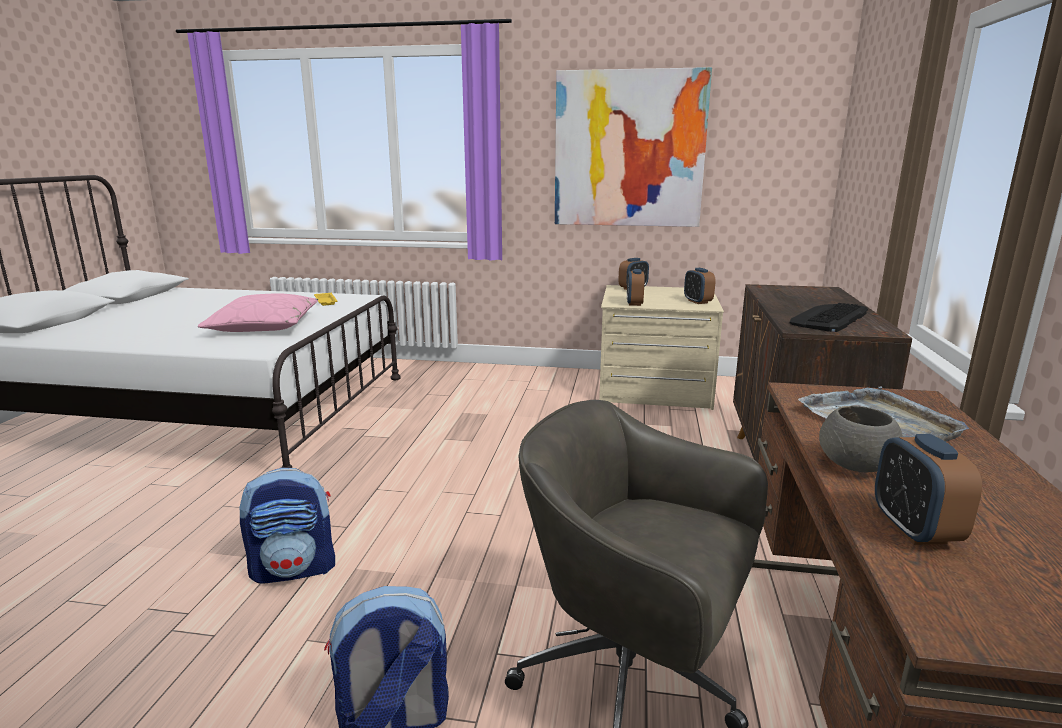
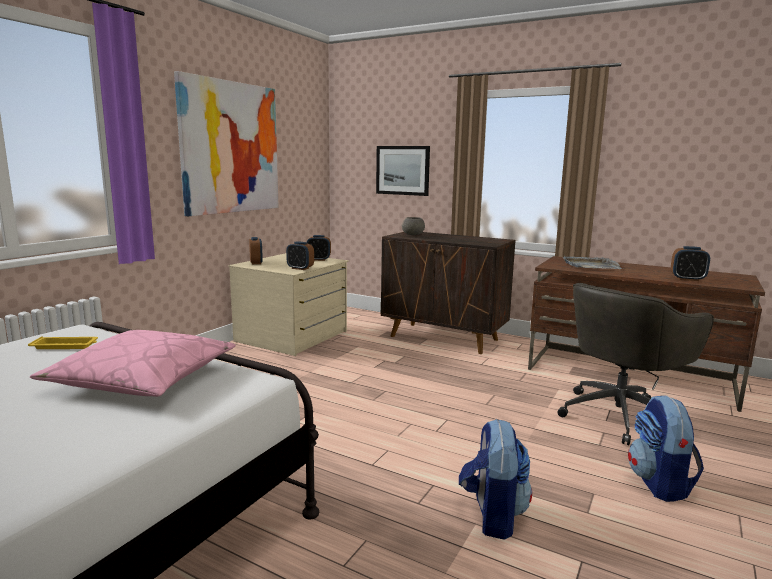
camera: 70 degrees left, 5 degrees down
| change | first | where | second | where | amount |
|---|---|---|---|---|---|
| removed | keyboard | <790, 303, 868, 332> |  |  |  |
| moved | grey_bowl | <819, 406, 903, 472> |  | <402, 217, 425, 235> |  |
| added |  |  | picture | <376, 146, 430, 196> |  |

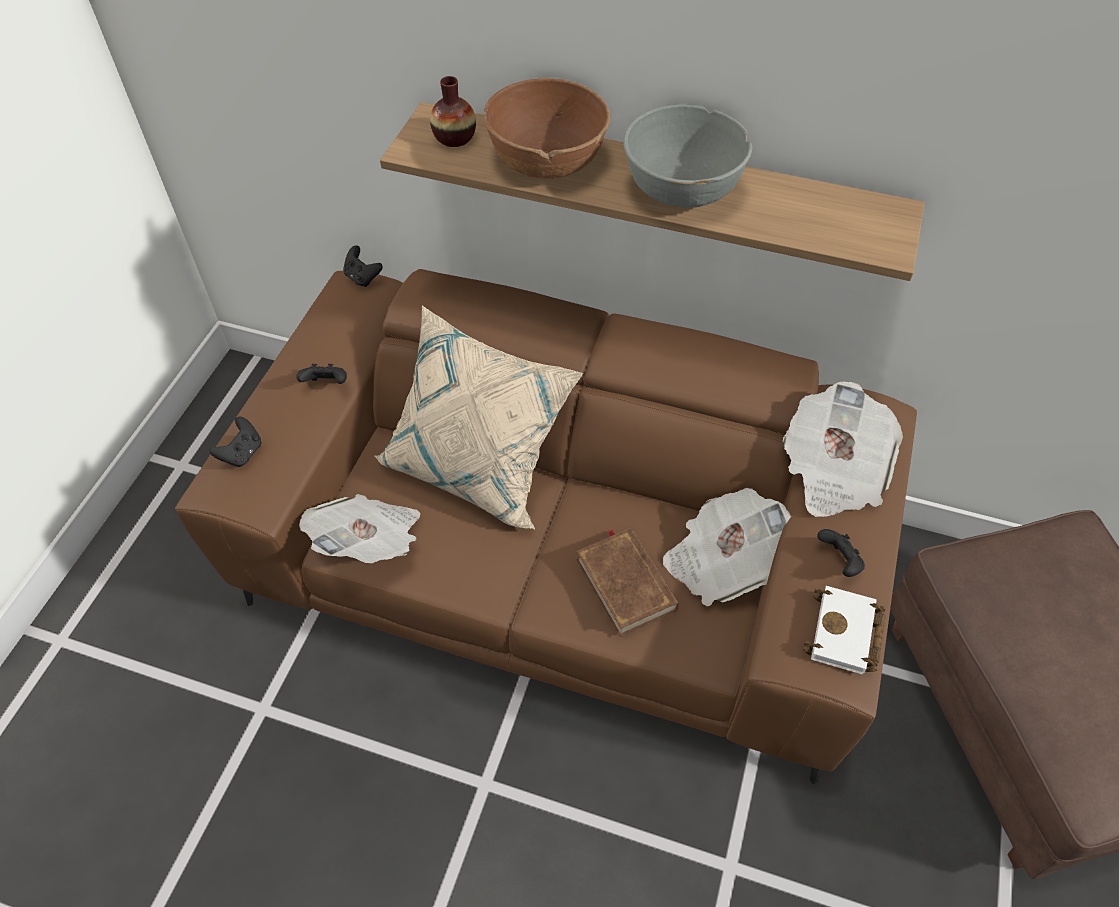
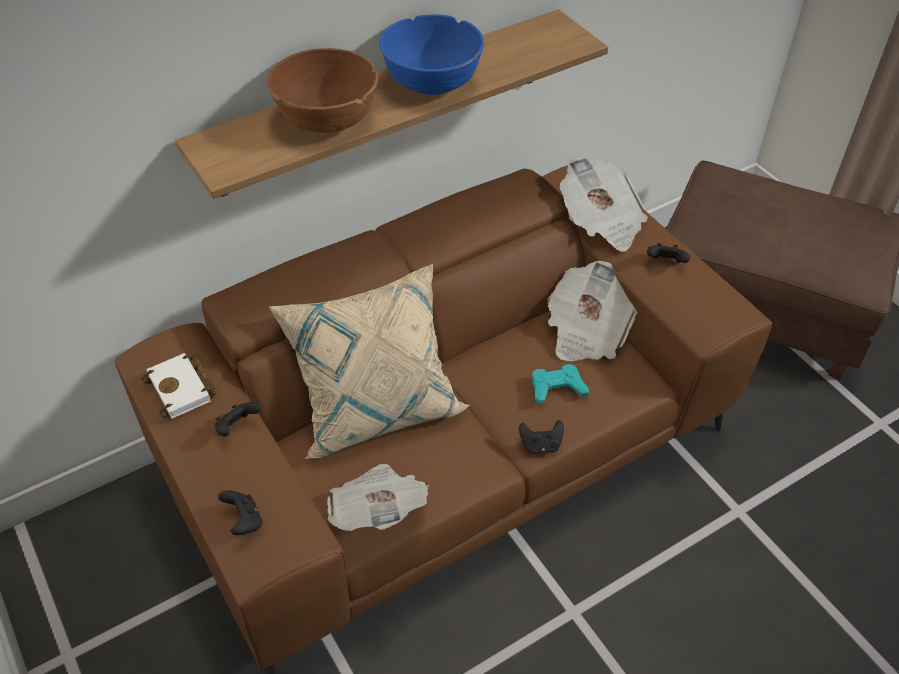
camera: 50 degrees left, 5 degrees down
| change | first | where | second | where | amount |
|---|---|---|---|---|---|
| removed | vase | <430, 76, 476, 147> |  |  |  |
| recoloured | grey_bowl | <623, 105, 752, 208> | blue_bowl | <379, 14, 484, 95> |  |
| moved | black_game_controller | <343, 245, 383, 287> |  | <519, 420, 564, 454> |  |
| replaced | brown_book | <576, 528, 679, 637> | turquoise_game_controller | <532, 364, 589, 404> |  |
| moved | white_book | <803, 586, 885, 675> |  | <141, 353, 217, 419> |  |

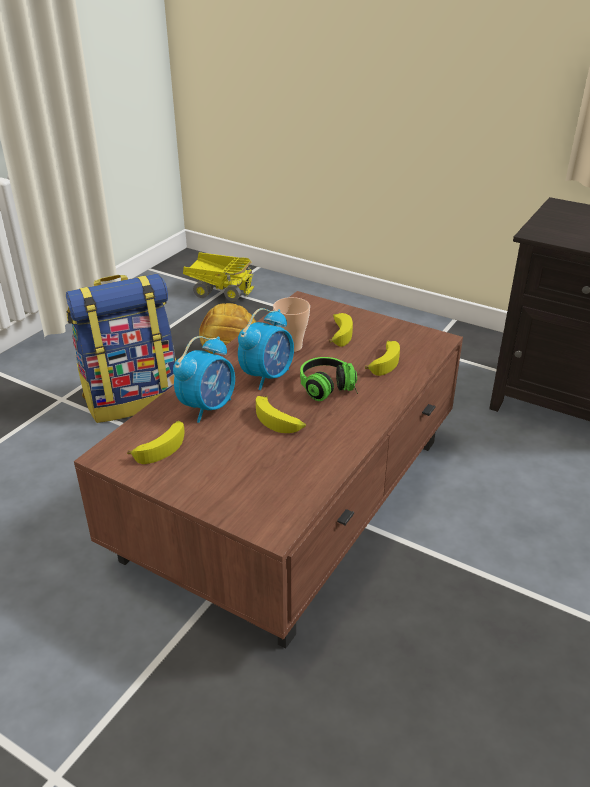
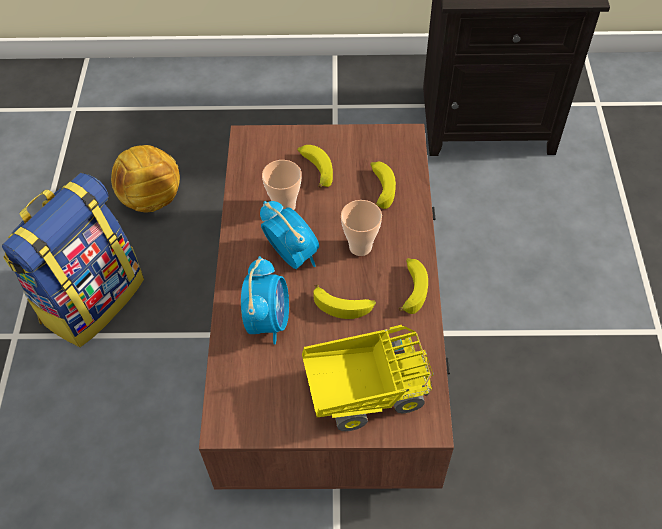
camera: 30 degrees left, 20 degrees up
| change | first | where | second | where | amount |
|---|---|---|---|---|---|
| moved | toy_truck | <183, 252, 254, 302> |  | <302, 325, 434, 432> |  |
| turned | alarm_clock | <238, 308, 294, 390> |  | <260, 201, 319, 269> | 45 degrees counterclockwise |
| replaced | headphones | <300, 357, 358, 401> | cup | <341, 200, 382, 256> |  |
| moved | banana | <127, 421, 185, 464> |  | <399, 258, 428, 314> |  |

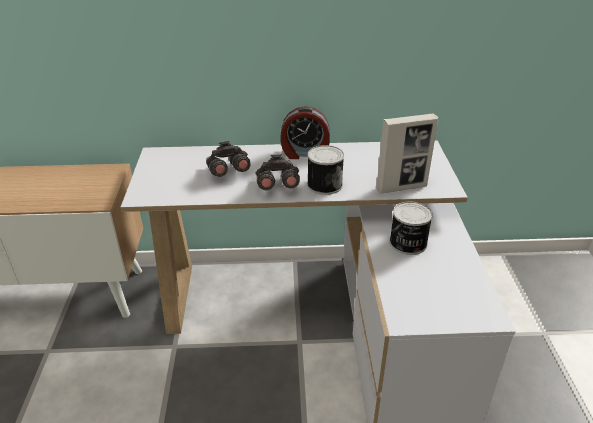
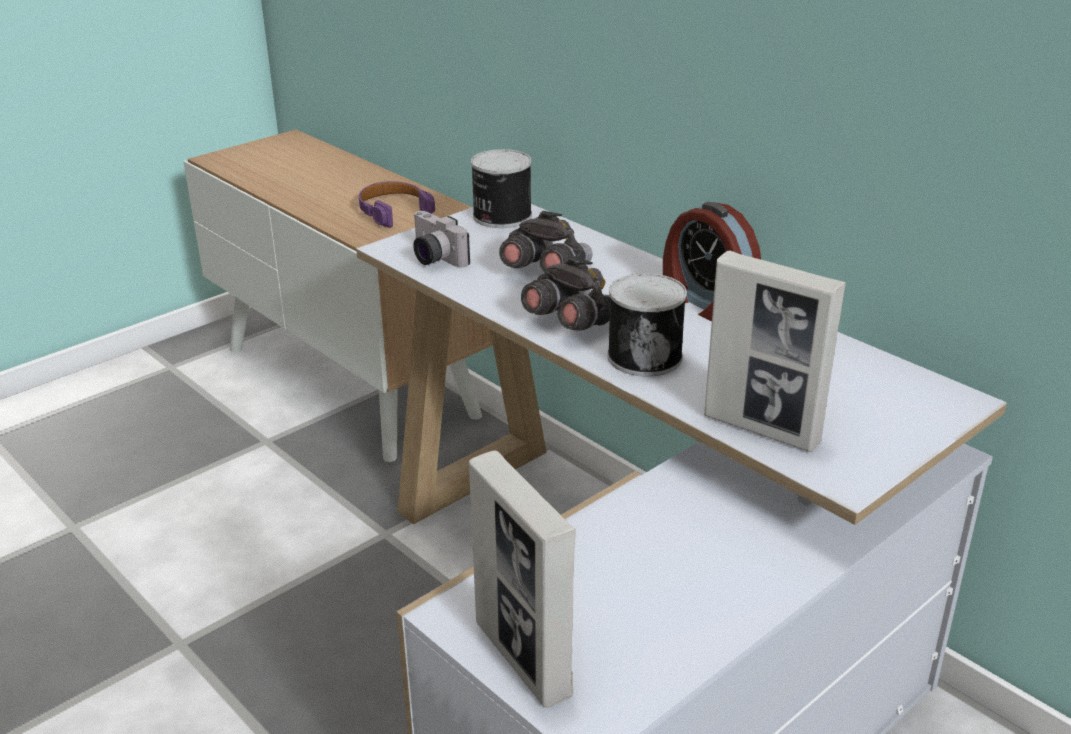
camera: 50 degrees right, 5 degrees down
| change | first | where | second | where | amount |
|---|---|---|---|---|---|
| moved | can | <390, 202, 433, 255> |  | <471, 149, 532, 228> |  |
| added |  |  | purple_headphones | <359, 181, 435, 228> |  |
| added |  |  | photo_camera | <413, 211, 470, 268> |  |
| added |  |  | picture_frame | <469, 450, 576, 708> |  |

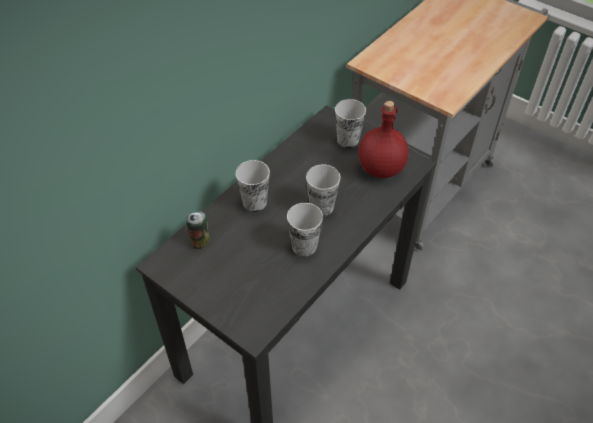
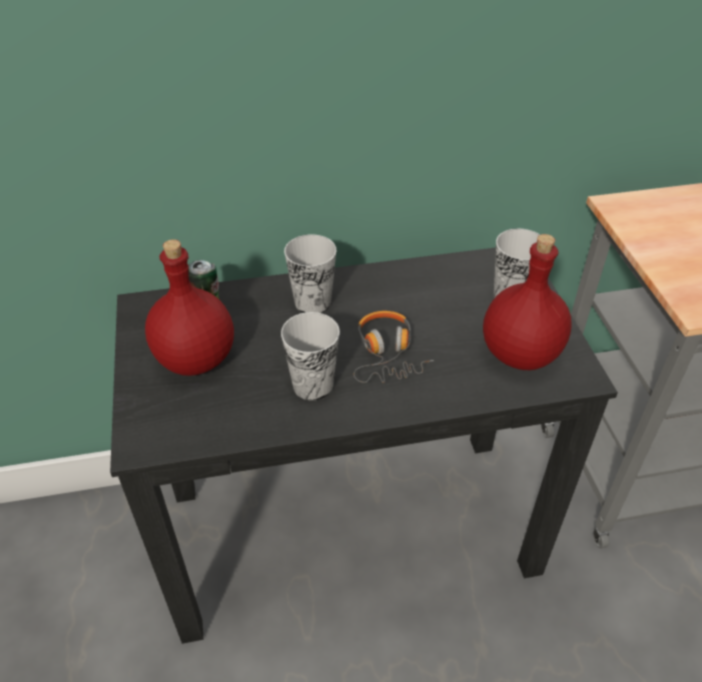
camera: 40 degrees right, 5 degrees down
| change | first | where | second | where | amount |
|---|---|---|---|---|---|
| replaced | cup | <306, 165, 340, 216> | headphones | <353, 311, 434, 383> |  |
| added |  |  | red_bottle | <145, 239, 234, 376> |  |

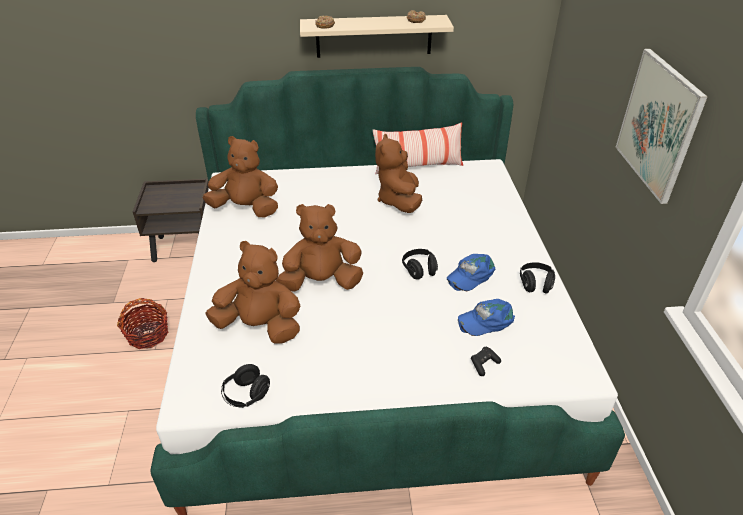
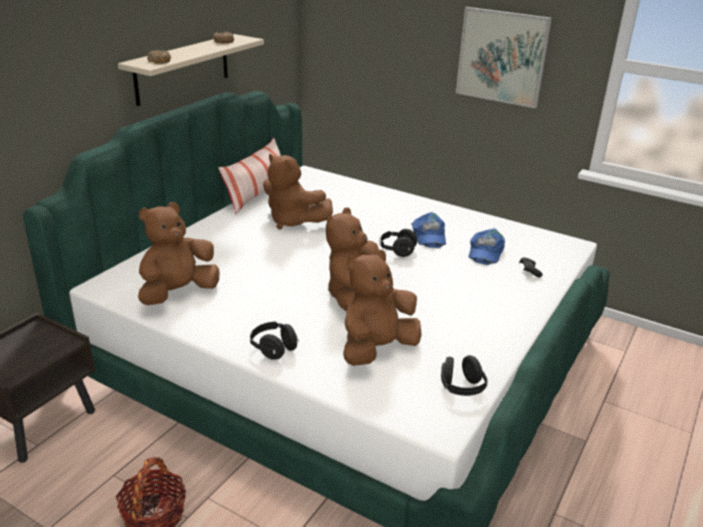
camera: 55 degrees left, 10 degrees down
| change | first | where | second | where | amount |
|---|---|---|---|---|---|
| moved | black_headphones | <520, 262, 555, 293> |  | <250, 322, 299, 360> |  |

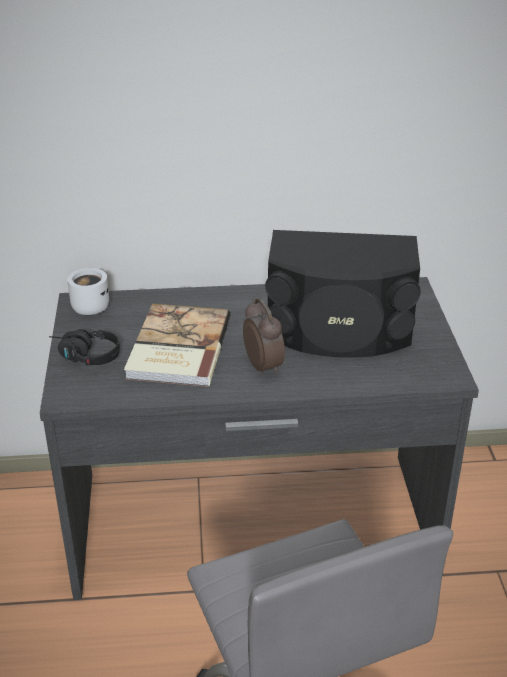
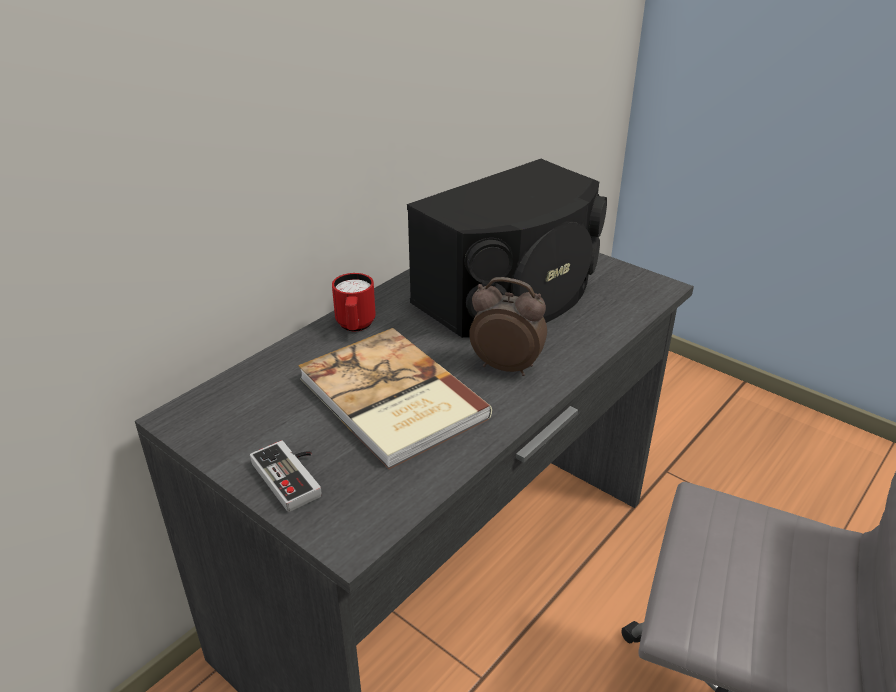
camera: 45 degrees left, 0 degrees up
| change | first | where | second | where | amount |
|---|---|---|---|---|---|
| removed | white_mug | <67, 268, 109, 315> |  |  |  |
| replaced | black_headphones | <49, 329, 120, 366> | game_controller | <250, 440, 322, 512> |  |
| added |  |  | red_mug | <332, 273, 376, 331> |  |

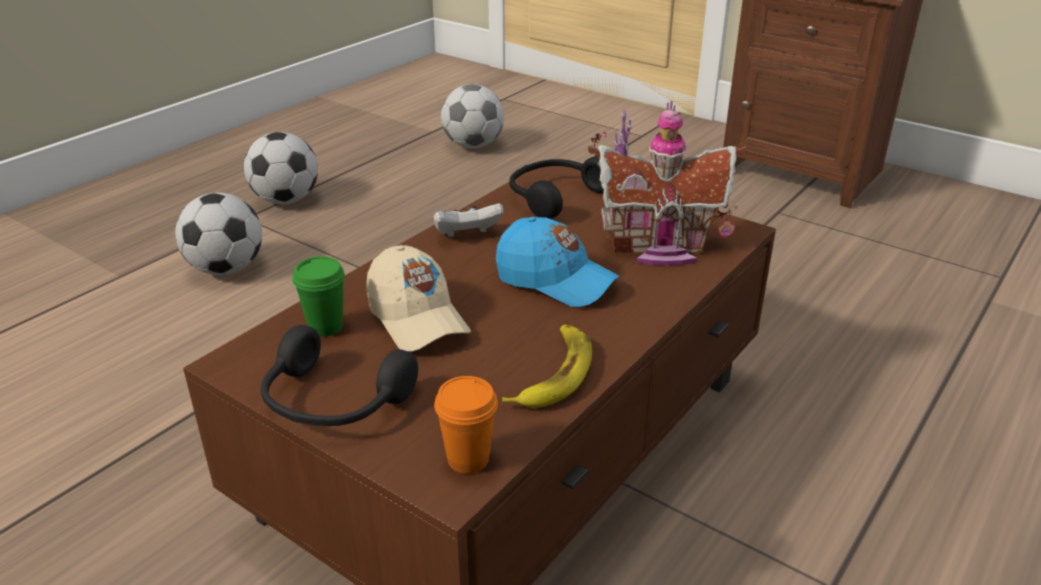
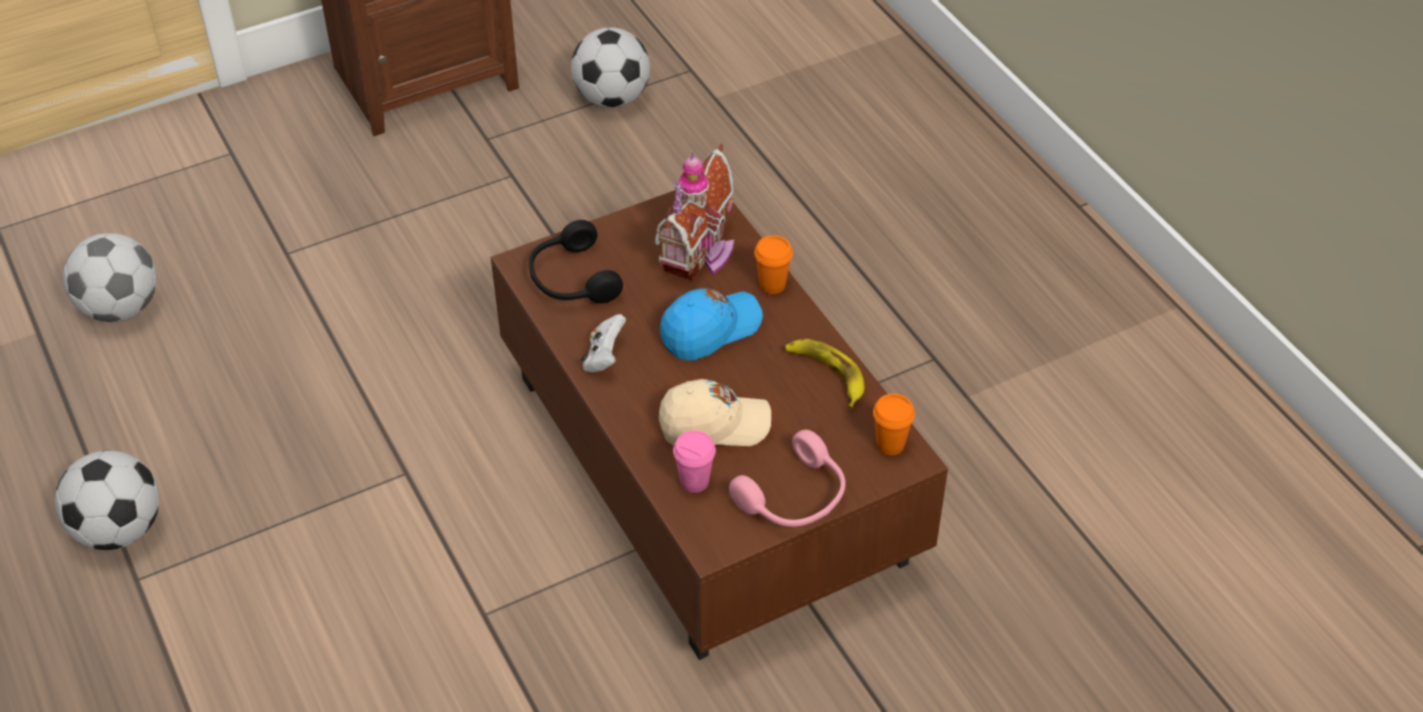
camera: 65 degrees left, 15 degrees up
| change | first | where | second | where | amount |
|---|---|---|---|---|---|
| moved | football | <175, 193, 262, 275> |  | <571, 27, 650, 107> |  |
| recoloured | green_cup | <292, 256, 345, 337> | pink_cup | <673, 430, 716, 493> |  |
| recoloured | black_headphones | <261, 325, 418, 426> | pink_headphones | <729, 430, 846, 527> |  |
| added |  |  | orange_cup | <754, 235, 793, 294> |  |

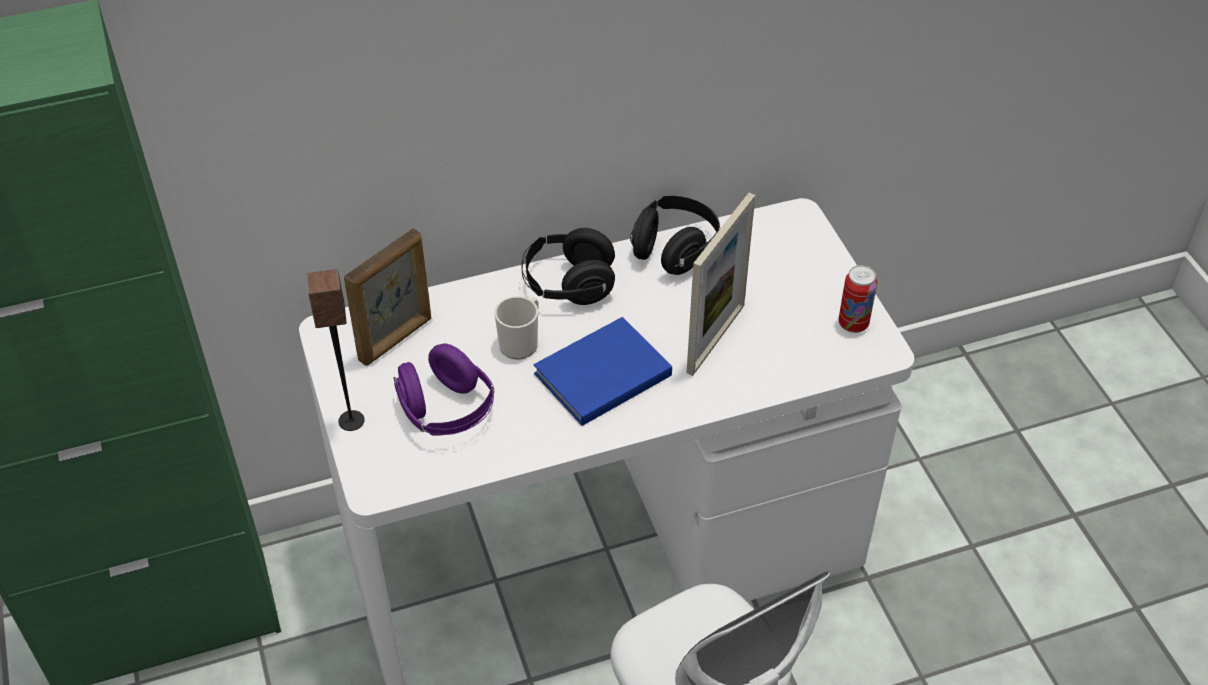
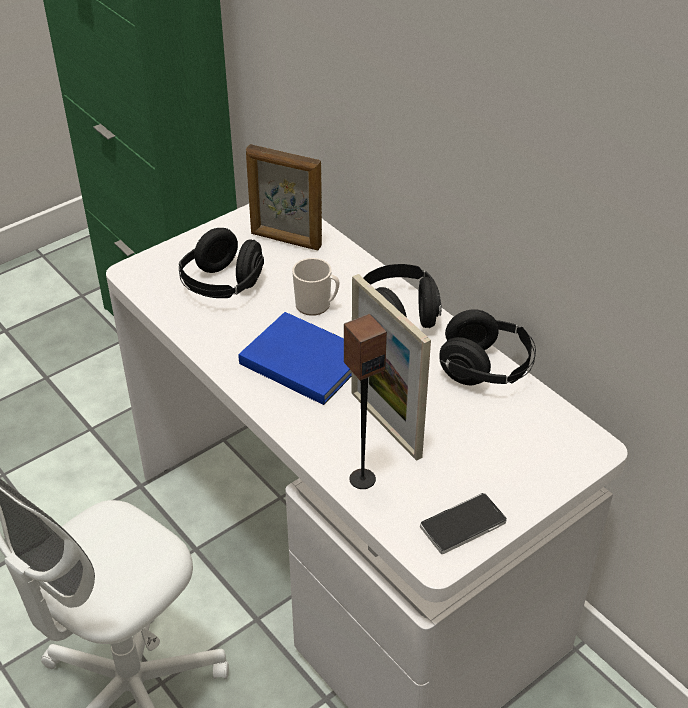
camera: 70 degrees right, 5 degrees down
| change | first | where | second | where | amount |
|---|---|---|---|---|---|
| turned | picture_frame | <687, 193, 755, 376> |  | <351, 274, 431, 461> | 45 degrees clockwise |
| replaced | can | <839, 265, 877, 333> | phone | <420, 493, 507, 554> |  |
| moved | speaker | <307, 269, 365, 431> |  | <344, 314, 387, 489> |  |
| recoloured | purple_headphones | <394, 344, 494, 435> | black_headphones | <179, 228, 264, 298> |  |

